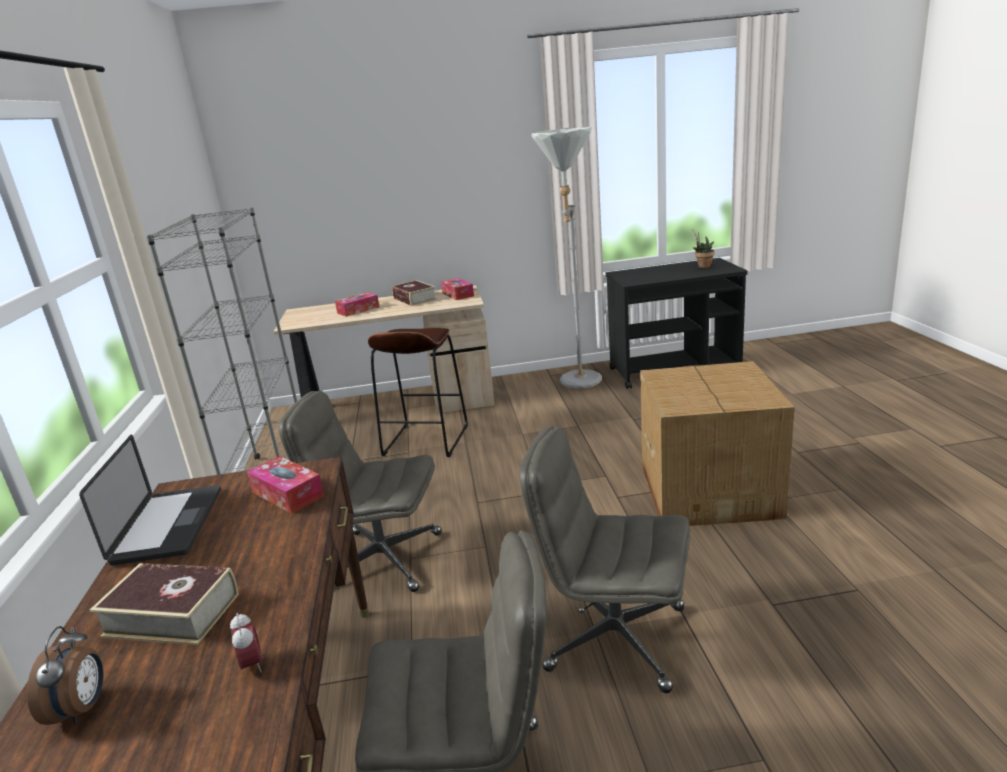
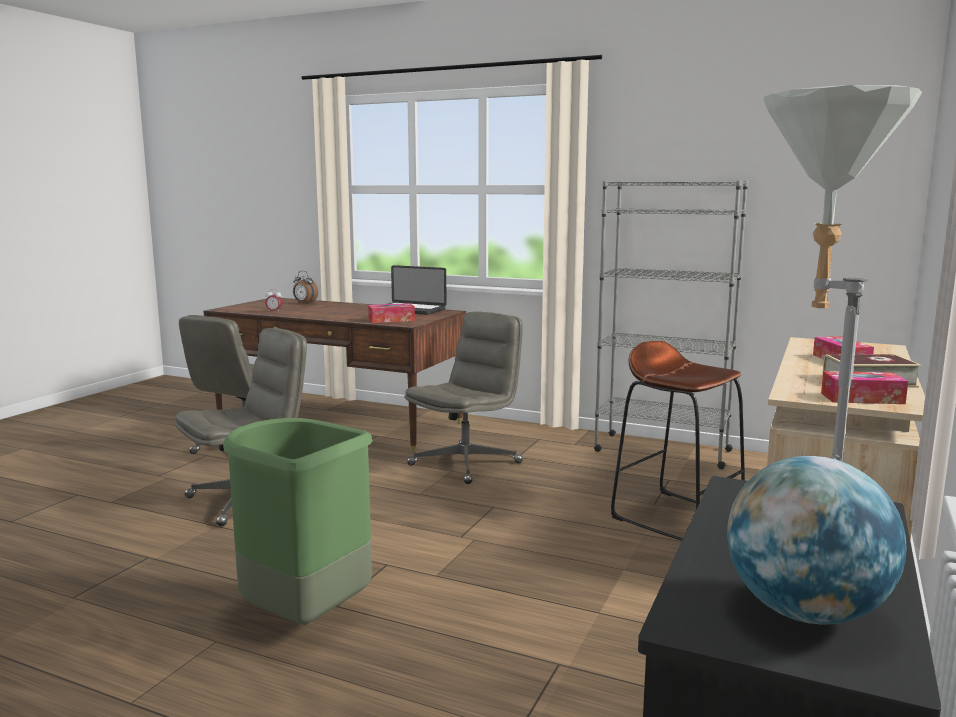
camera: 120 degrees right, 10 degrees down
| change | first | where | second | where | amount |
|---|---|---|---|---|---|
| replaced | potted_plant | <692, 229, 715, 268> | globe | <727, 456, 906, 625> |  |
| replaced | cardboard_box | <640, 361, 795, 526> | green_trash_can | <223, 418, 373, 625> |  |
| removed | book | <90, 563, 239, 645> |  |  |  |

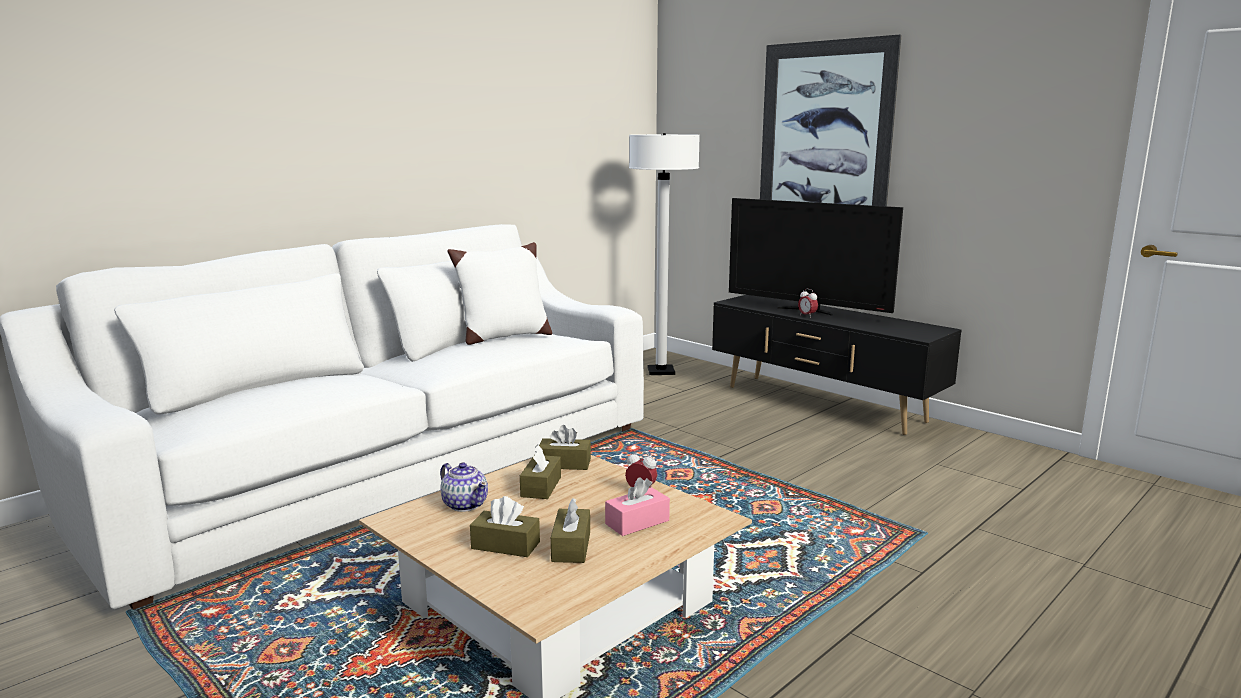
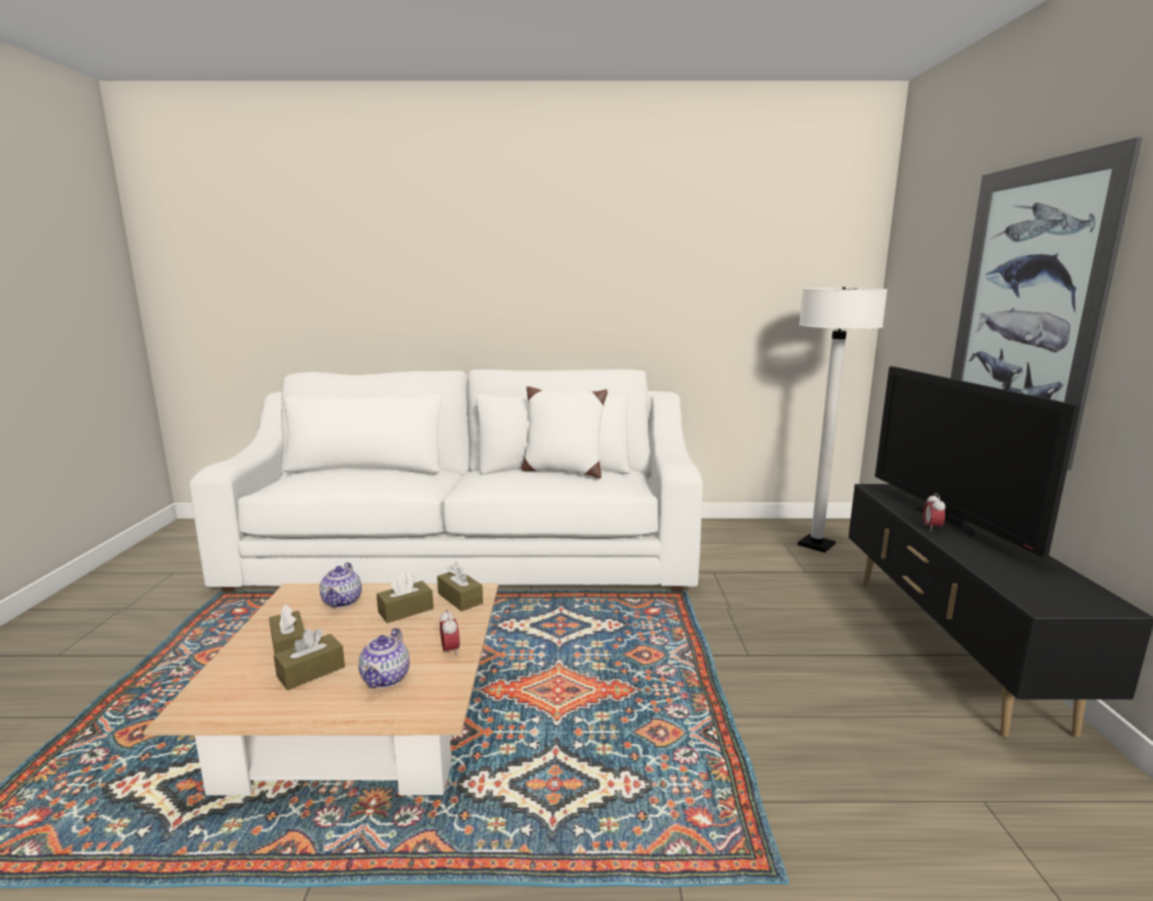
camera: 45 degrees right, 0 degrees up
| change | first | where | second | where | amount |
|---|---|---|---|---|---|
| replaced | pink_tissue_box | <605, 477, 670, 536> | teapot | <359, 628, 410, 688> |  |

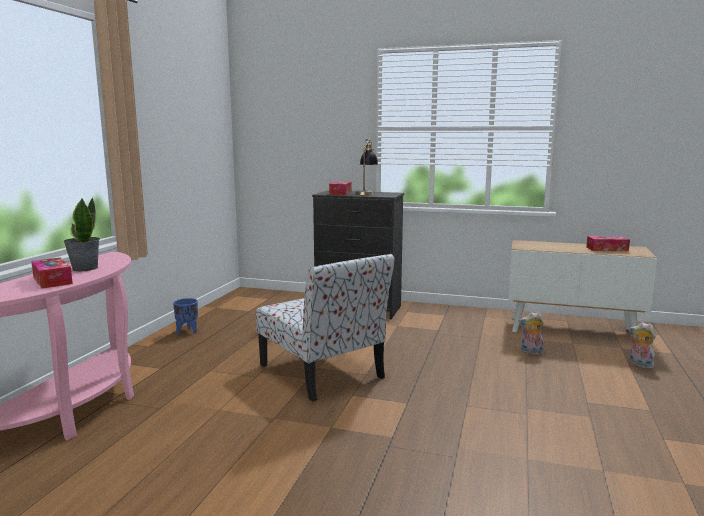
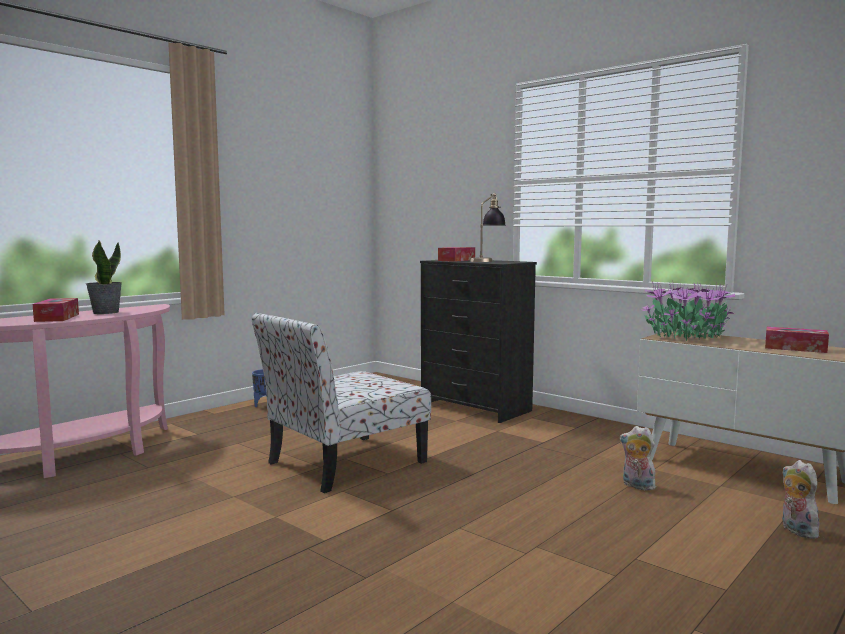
camera: 25 degrees right, 5 degrees down
| change | first | where | second | where | amount |
|---|---|---|---|---|---|
| turned | chair | <256, 254, 395, 402> |  | <252, 313, 431, 493> | 60 degrees clockwise |
| added |  |  | potted_plant | <642, 281, 735, 341> |  |

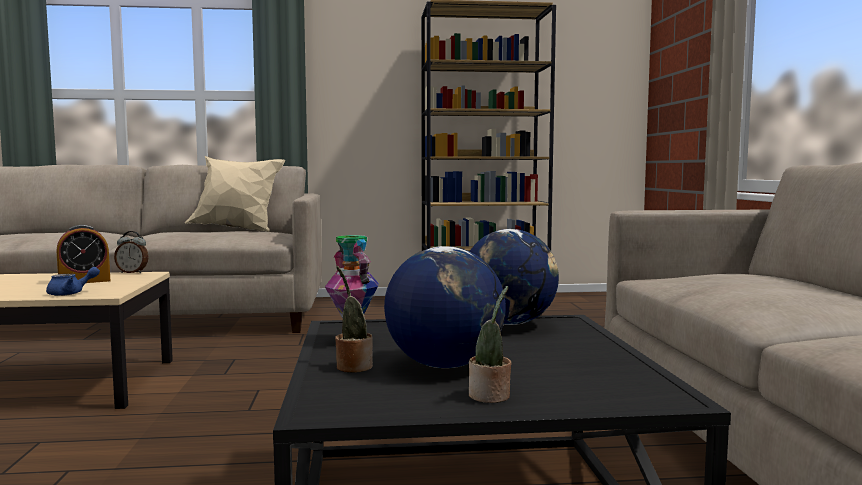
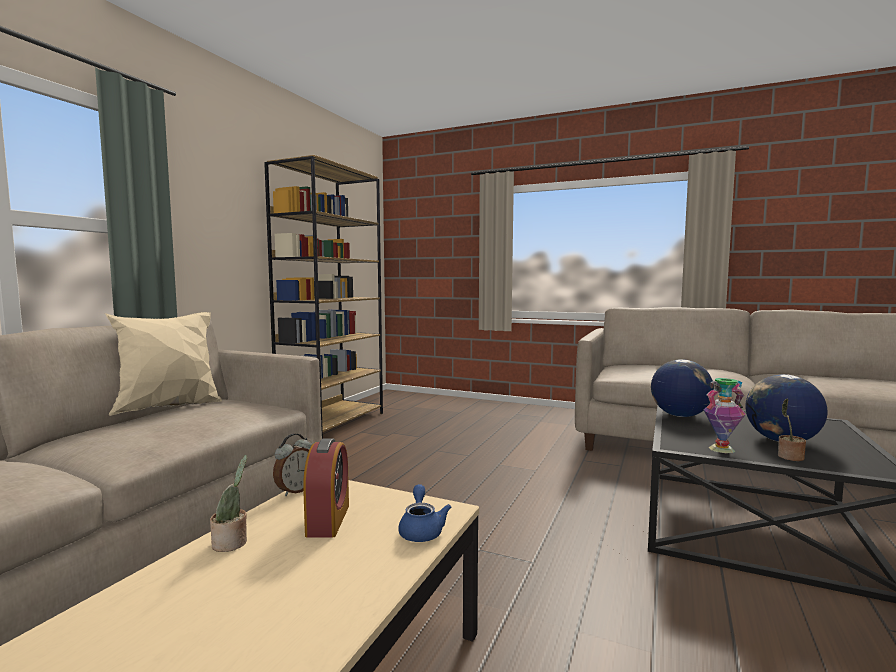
camera: 60 degrees left, 0 degrees up
| change | first | where | second | where | amount |
|---|---|---|---|---|---|
| moved | potted_plant | <469, 286, 511, 403> |  | <210, 455, 247, 552> |  |

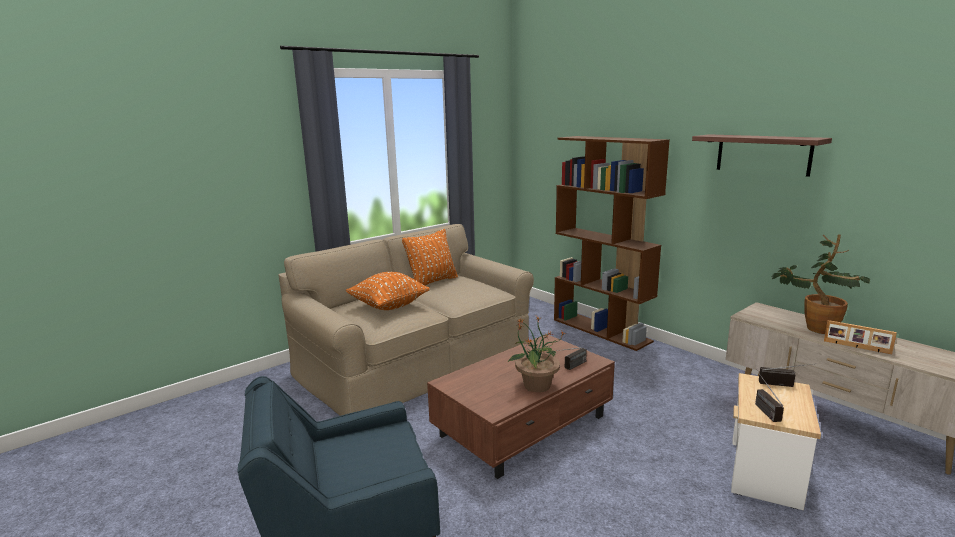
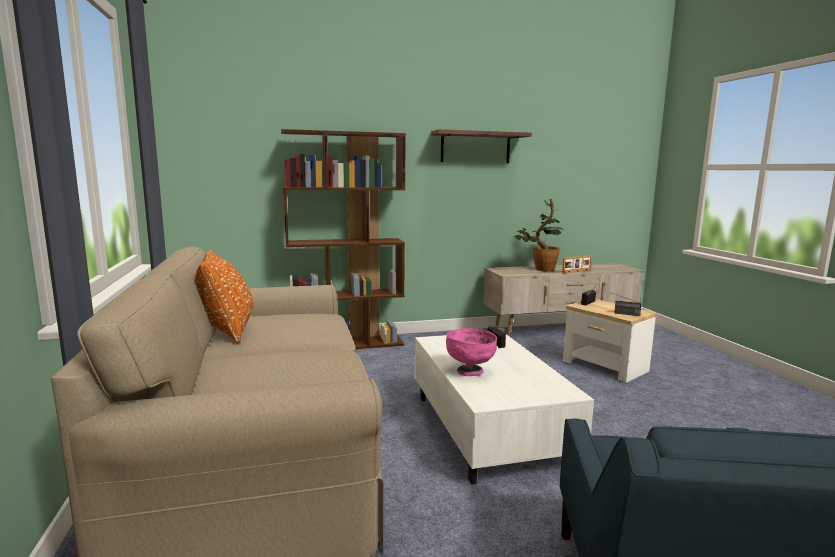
camera: 65 degrees left, 5 degrees down
| change | first | where | second | where | amount |
|---|---|---|---|---|---|
| removed | orange_pillow | <346, 272, 430, 310> |  |  |  |
| removed | potted_plant | <508, 317, 566, 392> |  |  |  |
| recoloured | brown_coffee_table | <427, 334, 615, 479> | white_coffee_table | <415, 334, 594, 485> |  |
| added |  |  | pink_bowl | <446, 328, 497, 376> |  |

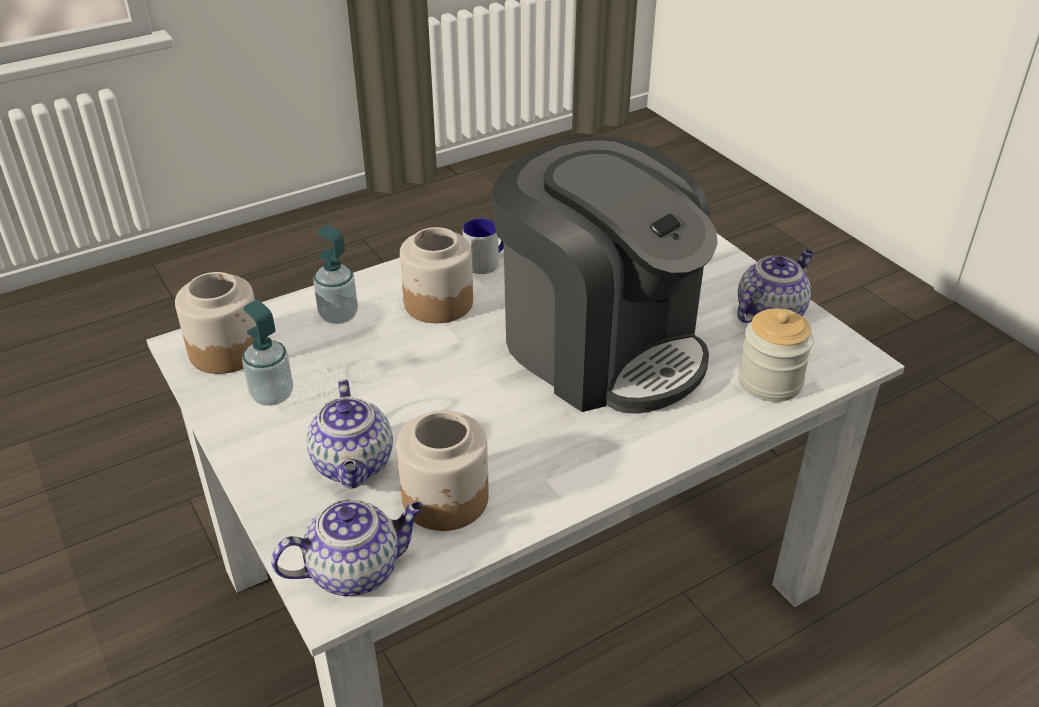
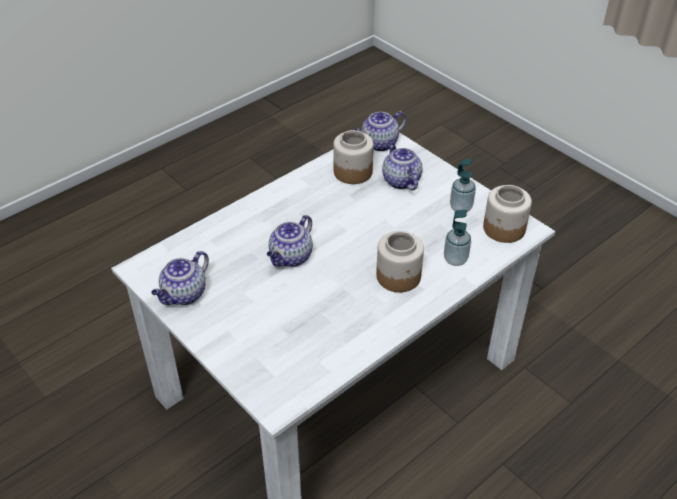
camera: 170 degrees right, 5 degrees up
| change | first | where | second | where | amount |
|---|---|---|---|---|---|
| replaced | coffee_machine | <492, 137, 718, 414> | teapot | <267, 215, 313, 267> |  |
| removed | mug | <462, 218, 504, 274> |  |  |  |
| removed | jar | <738, 308, 814, 402> |  |  |  |

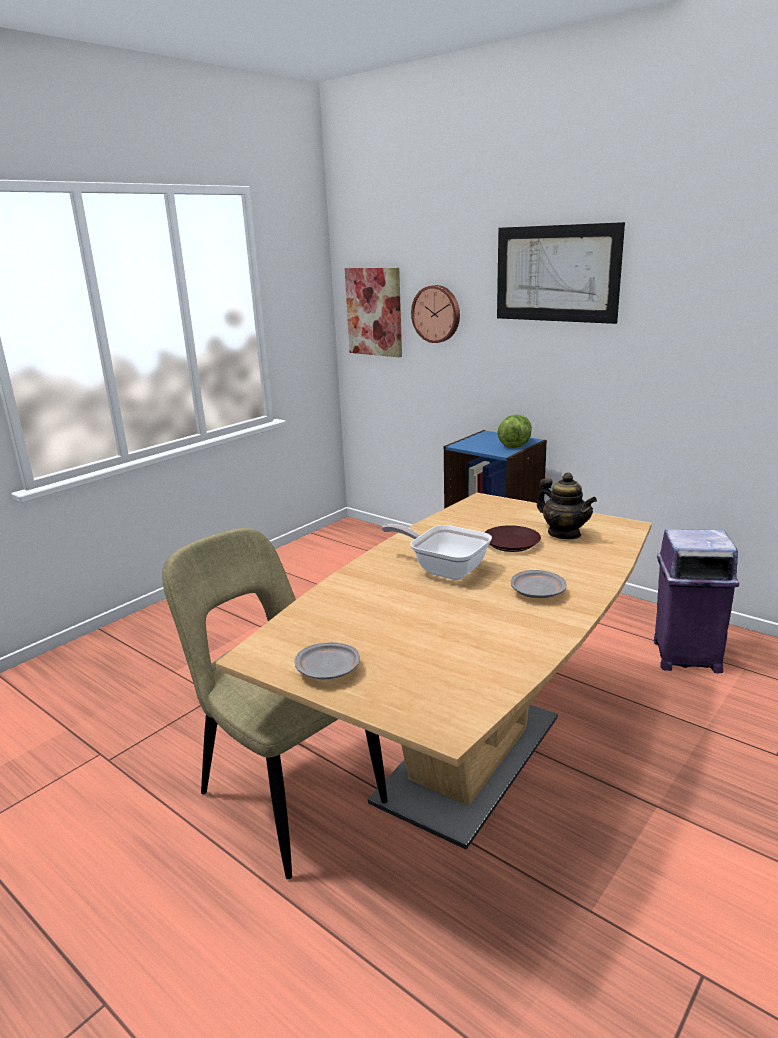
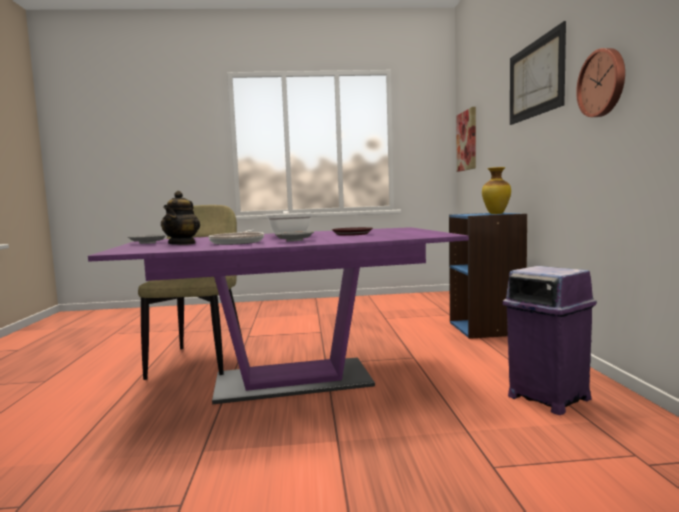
camera: 45 degrees right, 15 degrees down
| change | first | where | second | where | amount |
|---|---|---|---|---|---|
| moved | wall_clock | <411, 285, 460, 343> |  | <576, 48, 625, 117> |  |
| replaced | lettuce | <497, 415, 532, 448> | vase | <482, 167, 511, 214> |  |
| moved | teapot | <537, 473, 597, 539> |  | <161, 191, 200, 245> |  |
| recoloured | brown_dining_table | <216, 493, 652, 850> | purple_dining_table | <88, 227, 469, 404> |  |
| added |  |  | frying_pan | <208, 230, 264, 245> |  |

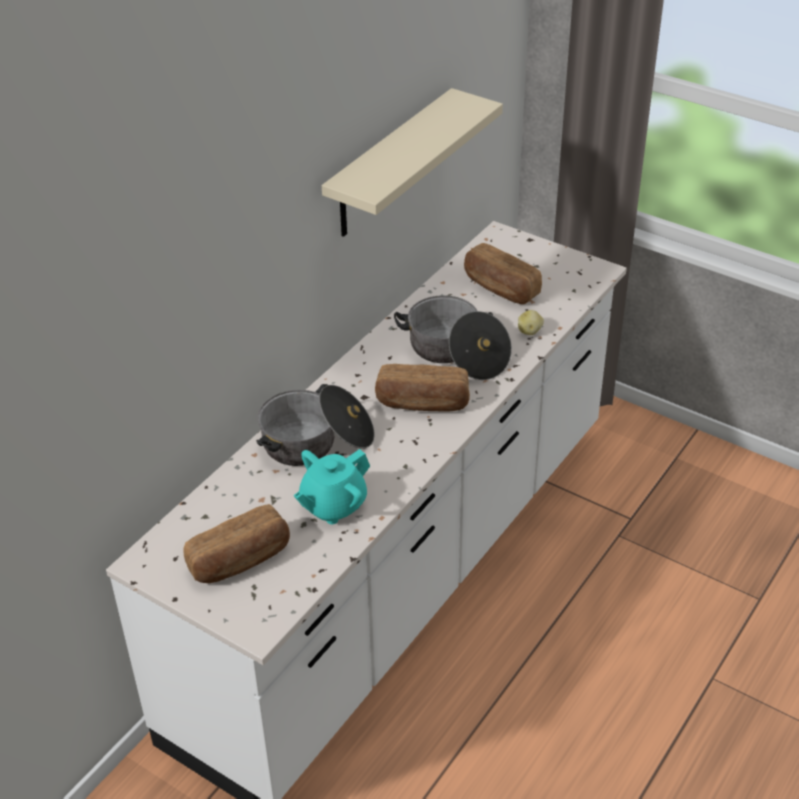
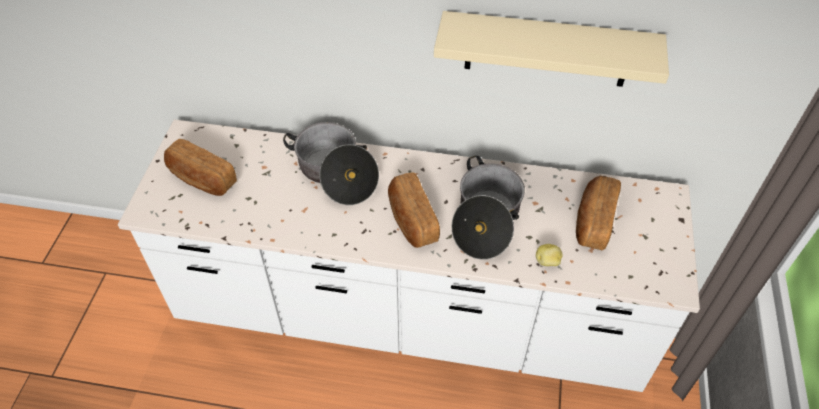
camera: 65 degrees right, 10 degrees up
| change | first | where | second | where | amount |
|---|---|---|---|---|---|
| removed | turquoise_teapot | <294, 449, 370, 524> |  |  |  |

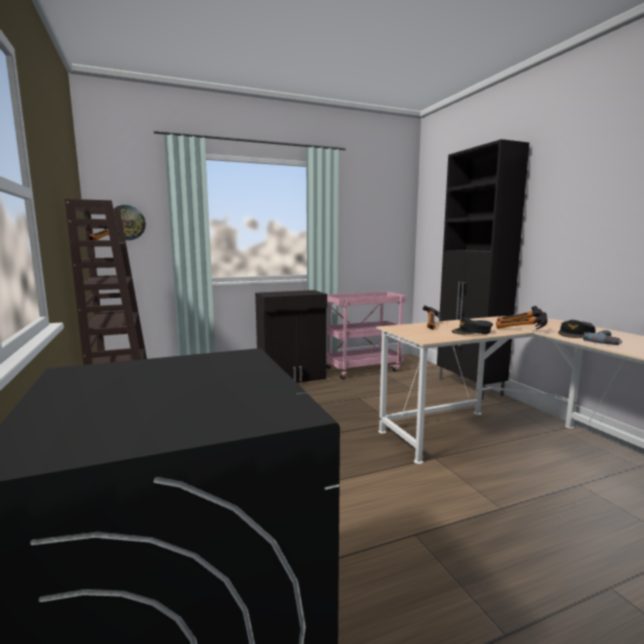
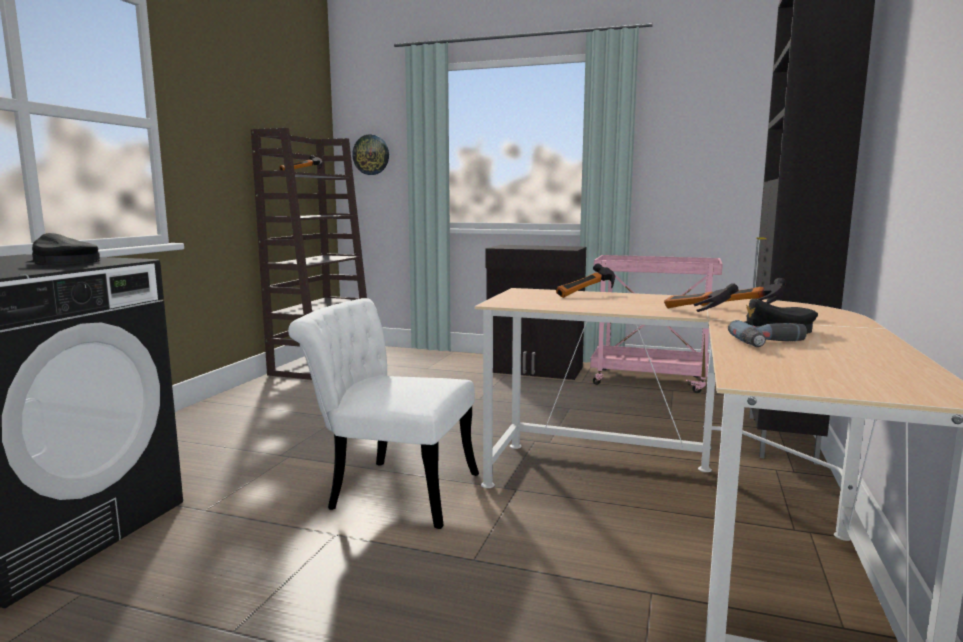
camera: 40 degrees right, 0 degrees up
| change | first | where | second | where | amount |
|---|---|---|---|---|---|
| moved | black_cap | <452, 317, 493, 334> |  | <26, 233, 100, 265> |  |
| added |  |  | white_chair | <288, 298, 479, 529> |  |

